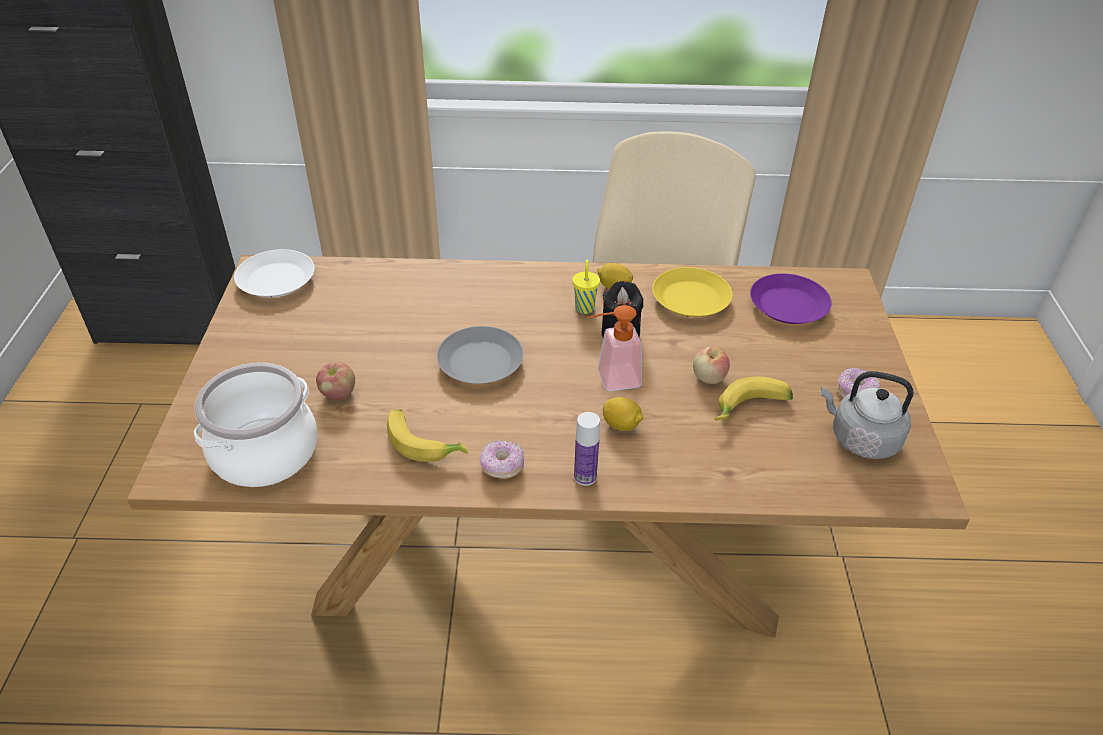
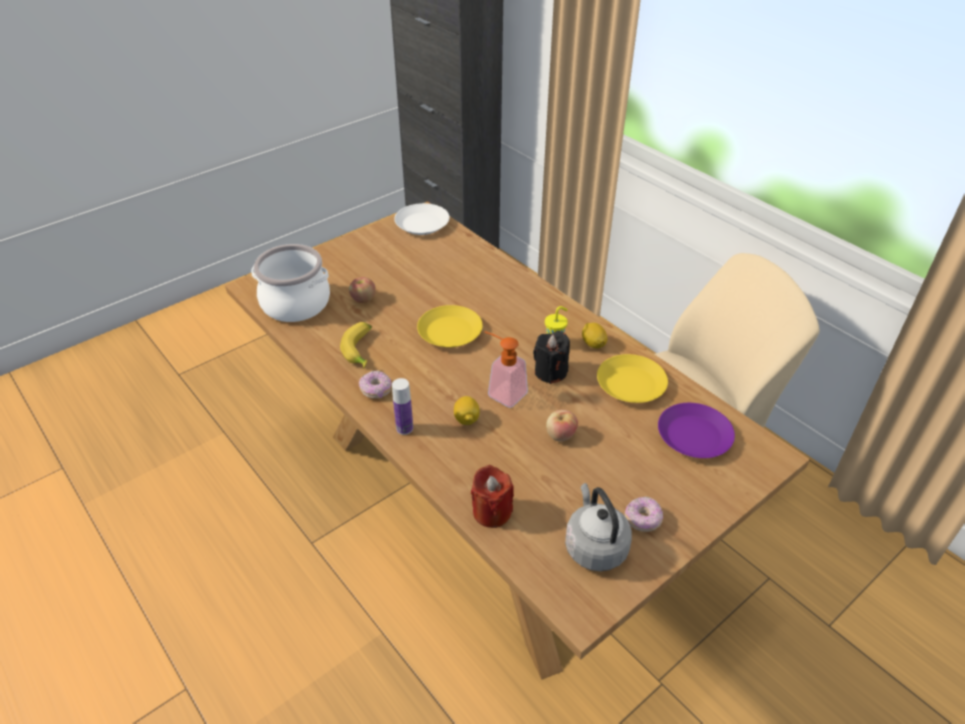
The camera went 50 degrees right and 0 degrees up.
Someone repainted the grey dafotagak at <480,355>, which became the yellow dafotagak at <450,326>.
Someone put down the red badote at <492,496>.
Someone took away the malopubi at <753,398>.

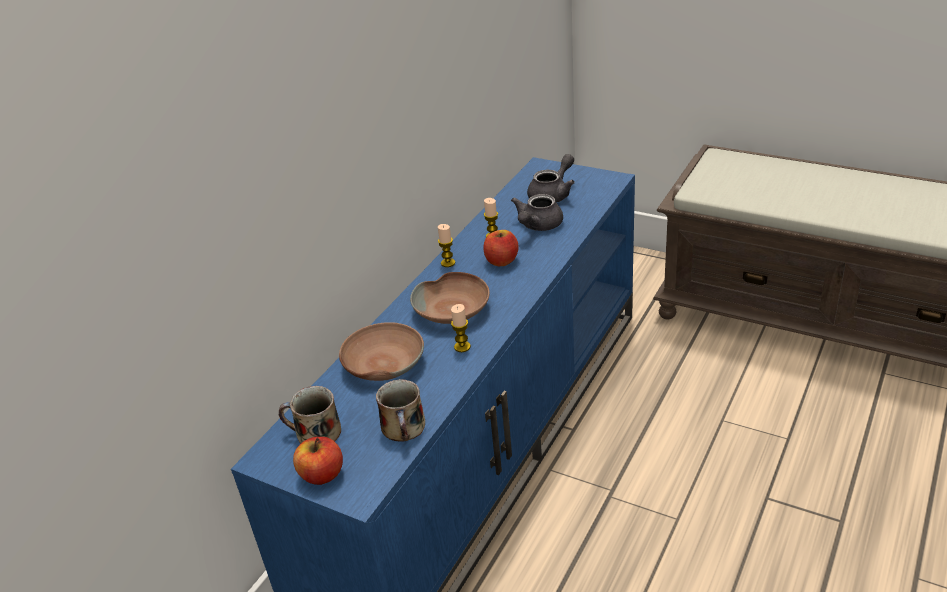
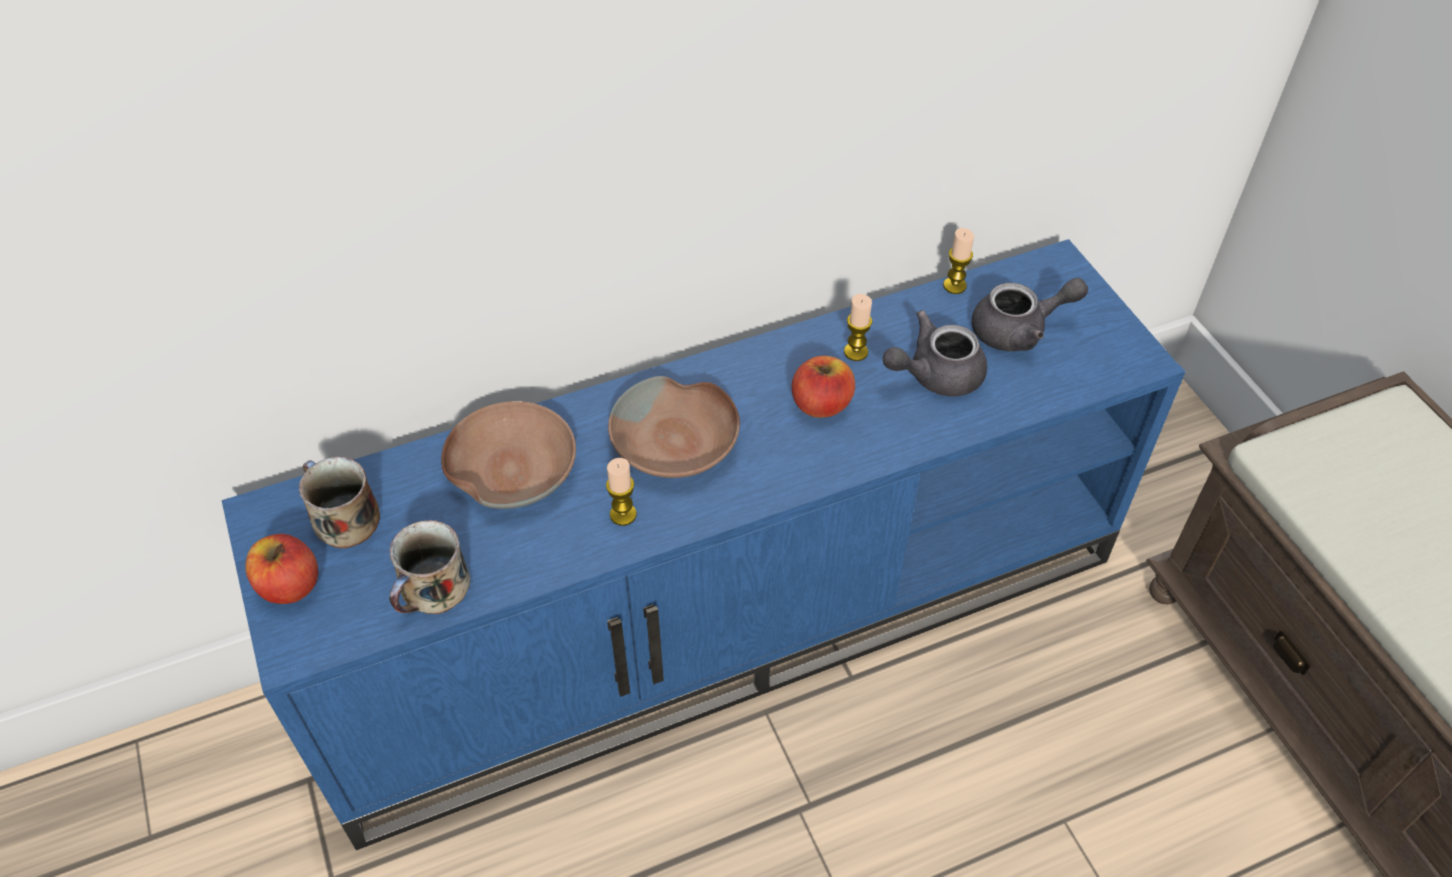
The camera went 35 degrees right and 15 degrees up.
Someone carried the badote from <446,245> to <958,261>.

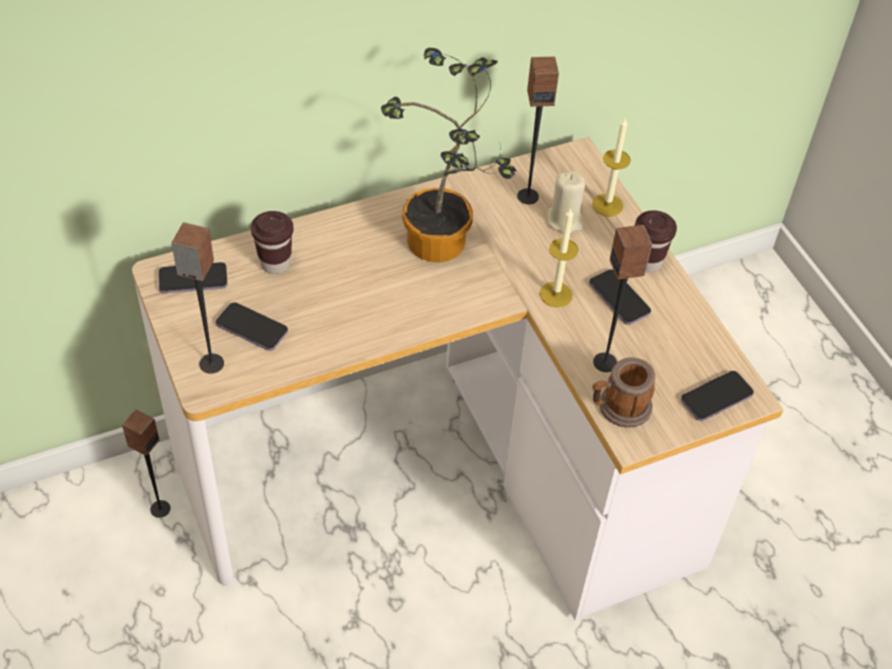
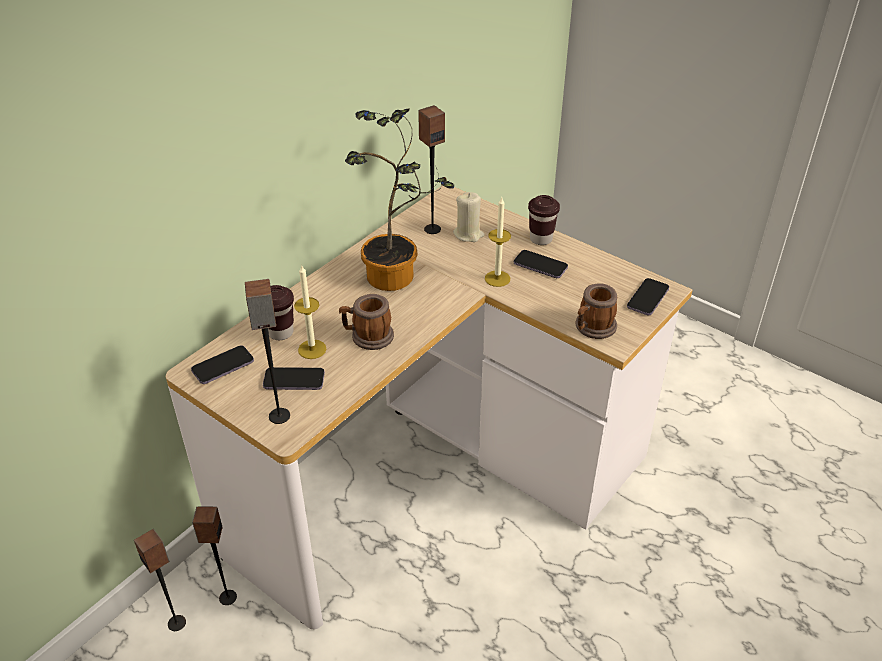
The camera went 25 degrees left and 10 degrees down.
Someone carried the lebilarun from <622,298> to <160,580>.
Someone carried the badote from <611,167> to <310,312>.
Someone put down the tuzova at <366,322>.

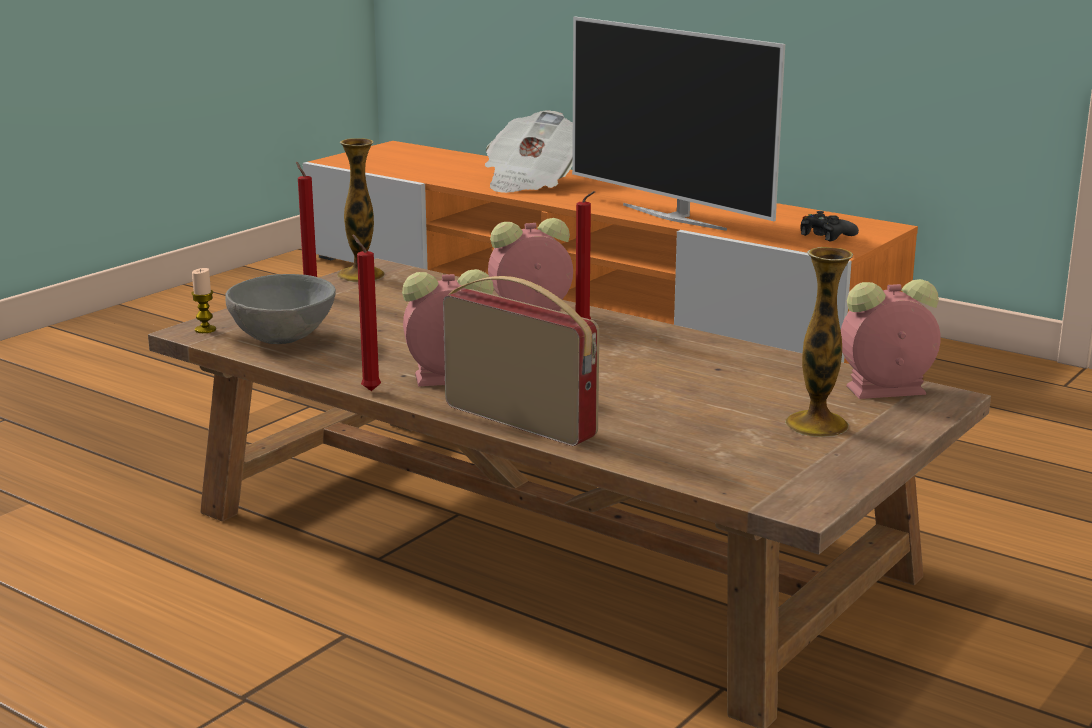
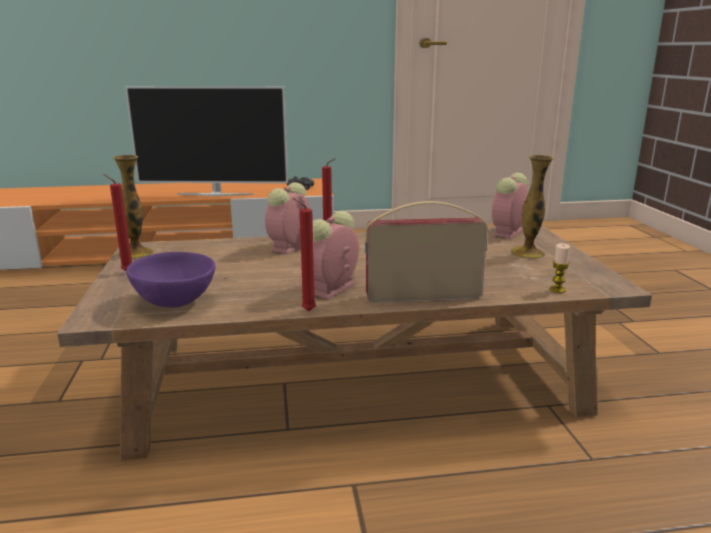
The camera went 45 degrees left and 0 degrees up.
Someone repainted the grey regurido at <280,309>, which became the purple regurido at <170,279>.
Someone carried the badote from <203,300> to <559,268>.
Someone took away the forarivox at <529,151>.

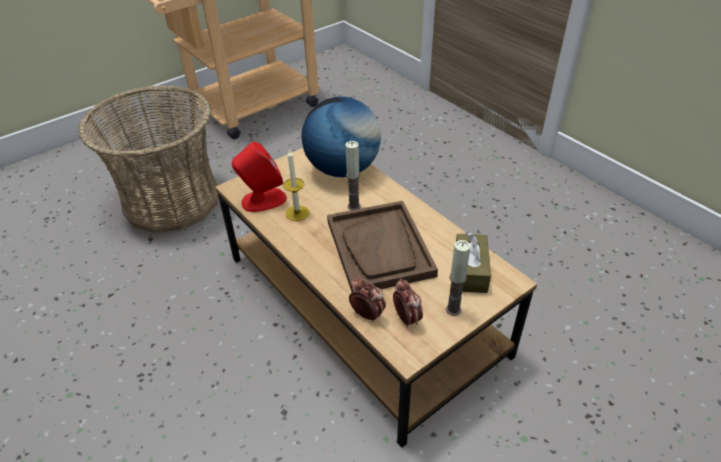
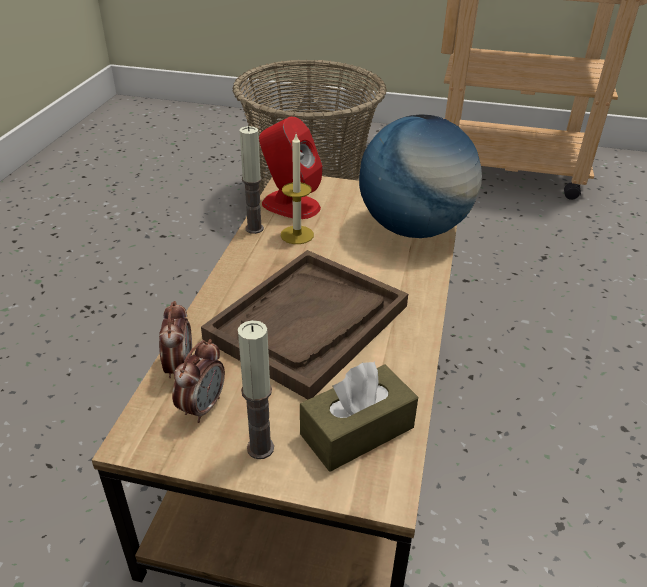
The camera went 50 degrees right and 5 degrees down.
Someone carried the badote from <353,175> to <252,180>.

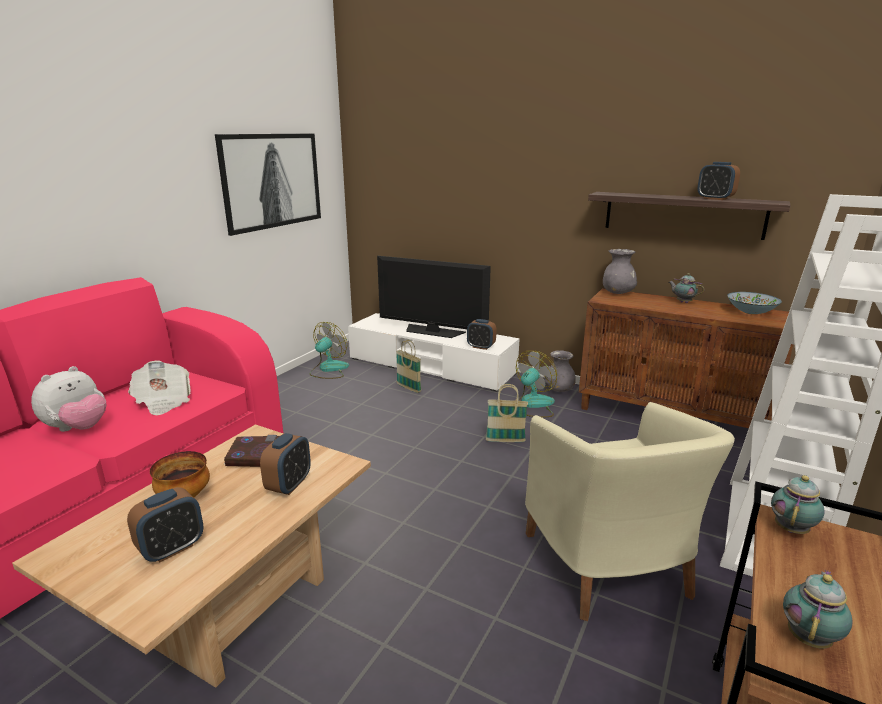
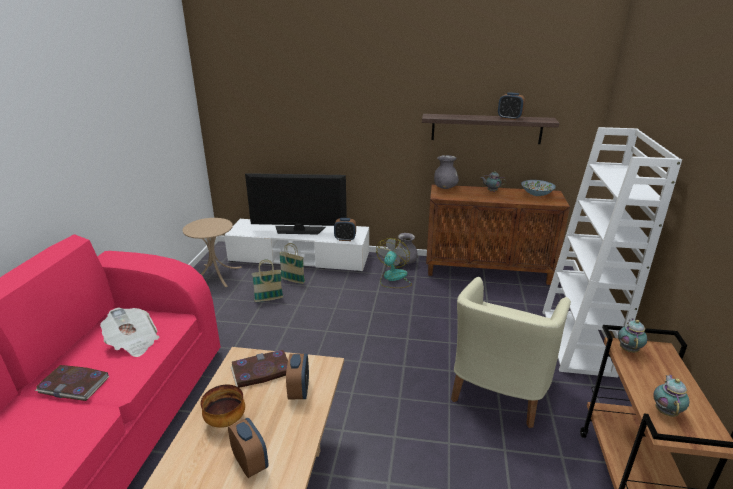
The camera went 20 degrees left and 5 degrees up.
Someone swapped the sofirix at <68,399> for the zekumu at <72,383>.
Someone swapped the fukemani at <329,350> for the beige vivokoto at <212,252>.
Someone rotated the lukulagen at <165,524> by 60 degrees counterclockwise.
Someone carried the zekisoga from <507,413> to <267,281>.
Someone rotated the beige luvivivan at <630,511> by 60 degrees clockwise.
Someone took away the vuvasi at <268,184>.

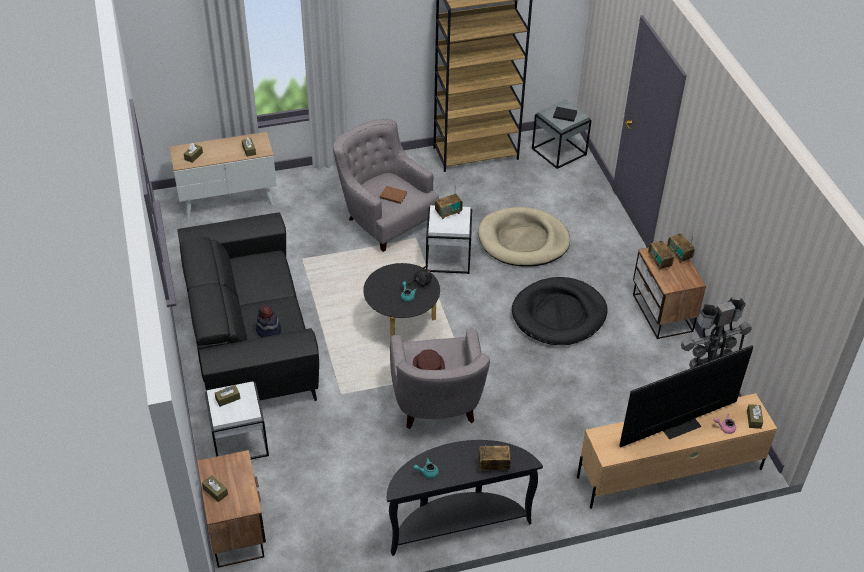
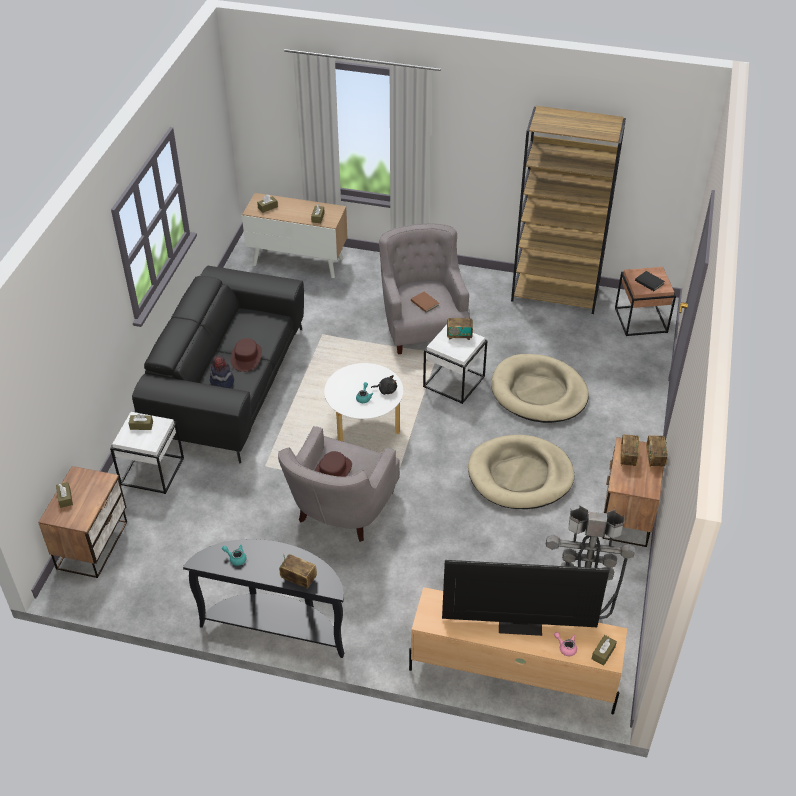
The camera went 30 degrees right and 0 degrees up.
Someone put down the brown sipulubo at <246,355>.
Someone repainted the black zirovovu at <401,301>, which became the white zirovovu at <363,402>.
Someone repainted the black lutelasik at <560,311>, which became the beige lutelasik at <521,472>.
Someone repainted the grey vivokoto at <562,134>, which became the brown vivokoto at <645,301>.

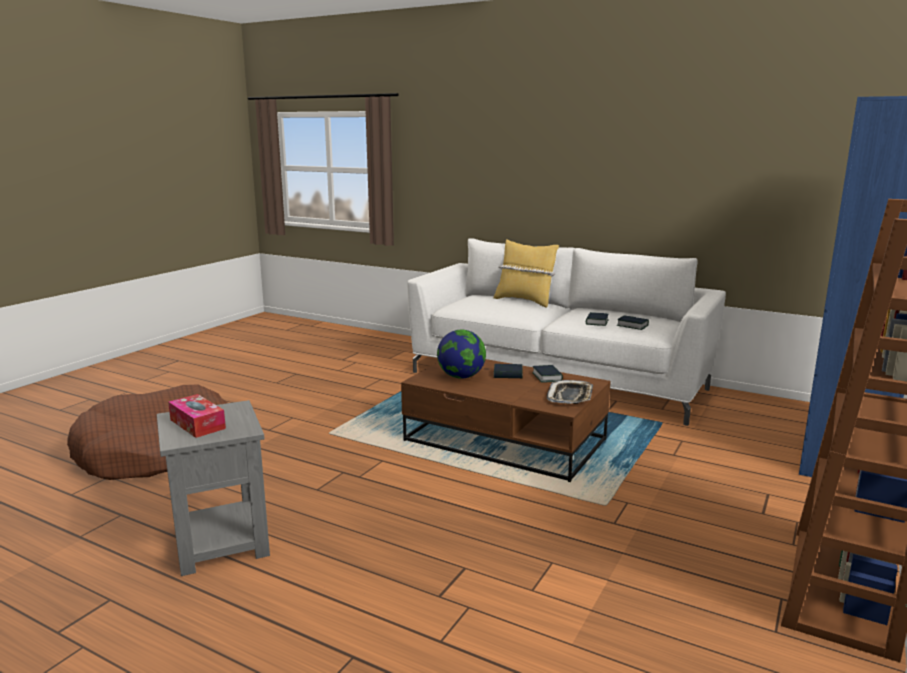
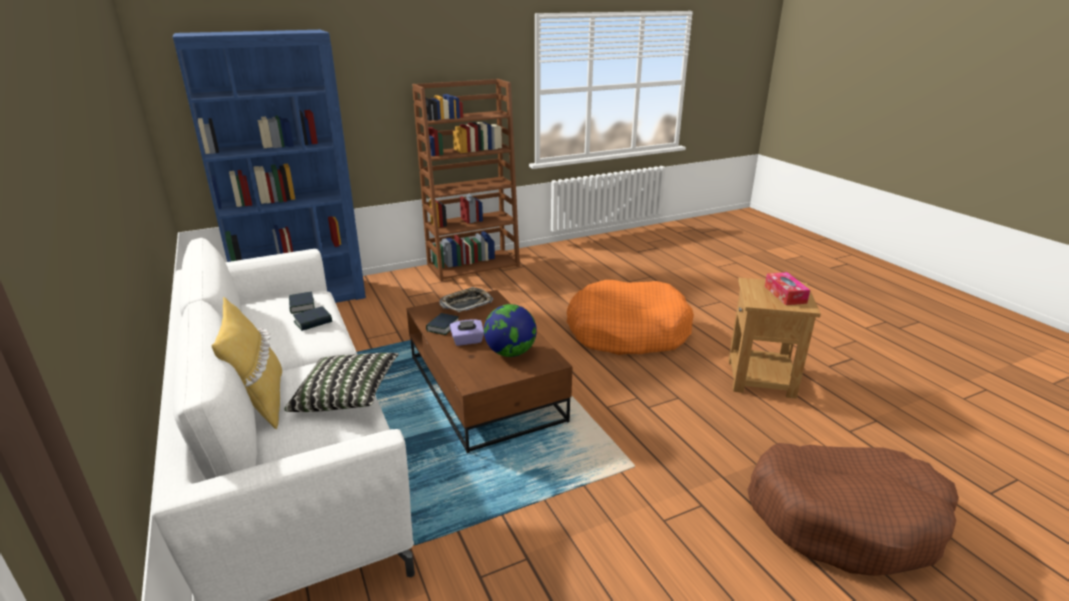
The camera went 145 degrees left and 10 degrees up.
Someone put down the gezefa at <342,382>.
Someone swapped the zekumu at <508,371> for the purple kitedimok at <467,332>.
Someone put down the orange lutelasik at <630,317>.
Someone repainted the grey vivokoto at <213,488>, which became the brown vivokoto at <774,338>.

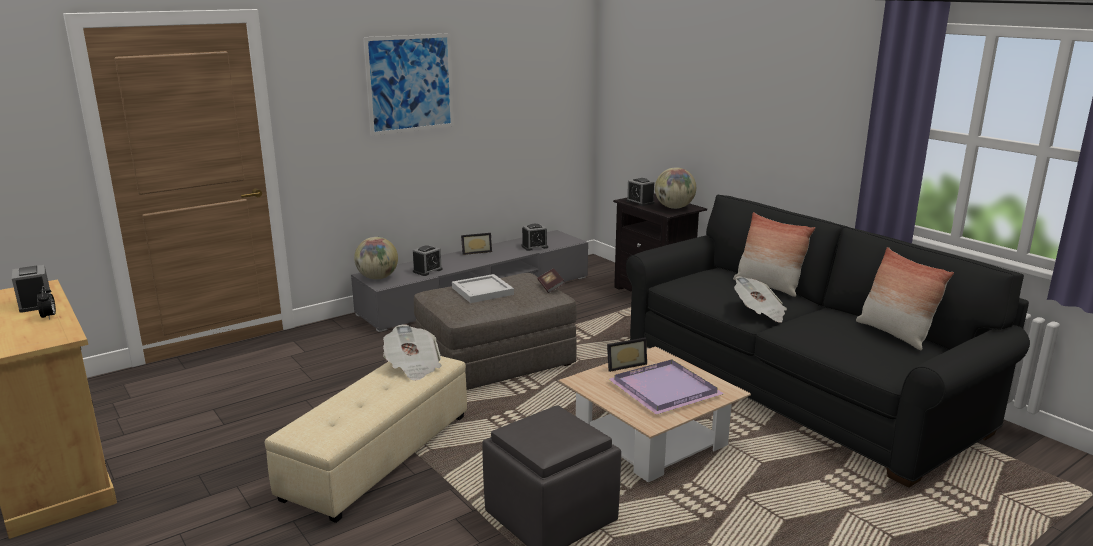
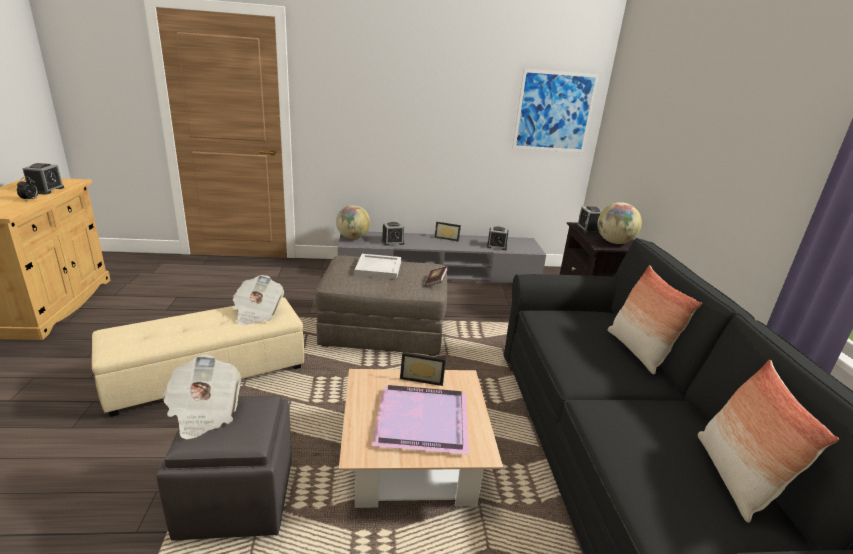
The camera went 30 degrees right and 5 degrees up.
Someone carried the forarivox from <760,299> to <202,397>.
Someone carried the vuvasi from <408,84> to <555,110>.

